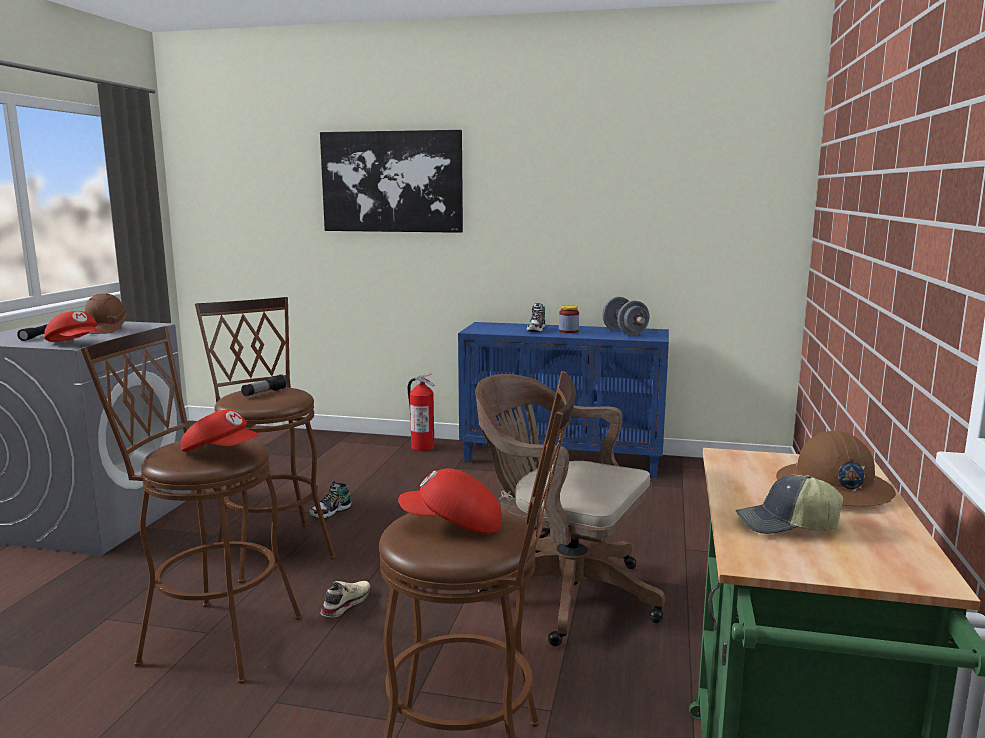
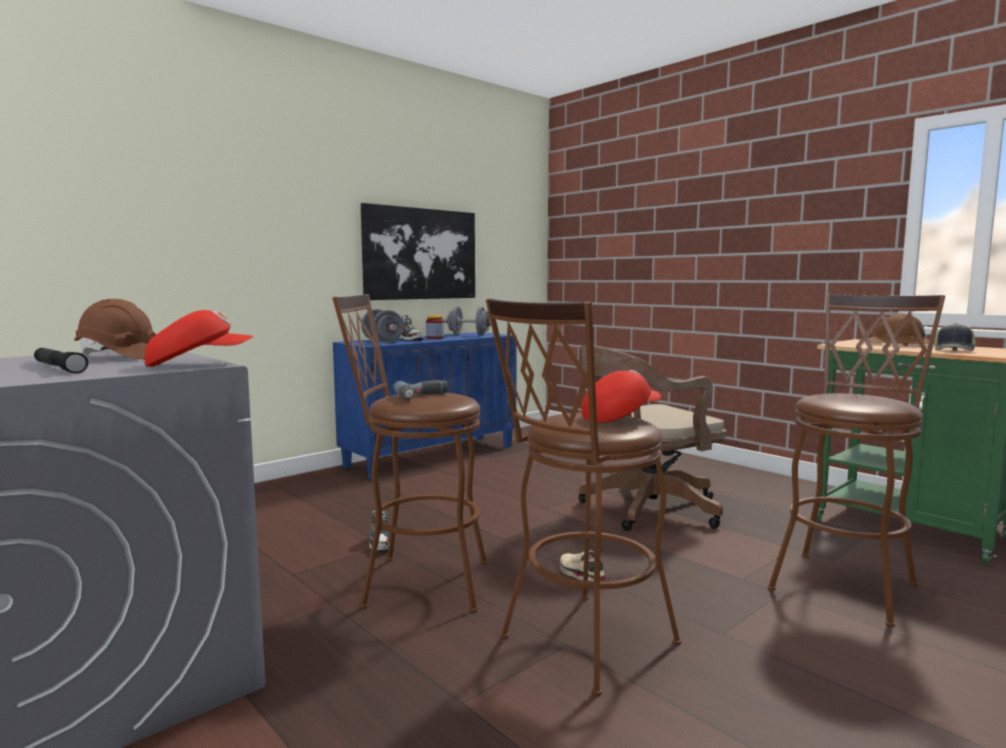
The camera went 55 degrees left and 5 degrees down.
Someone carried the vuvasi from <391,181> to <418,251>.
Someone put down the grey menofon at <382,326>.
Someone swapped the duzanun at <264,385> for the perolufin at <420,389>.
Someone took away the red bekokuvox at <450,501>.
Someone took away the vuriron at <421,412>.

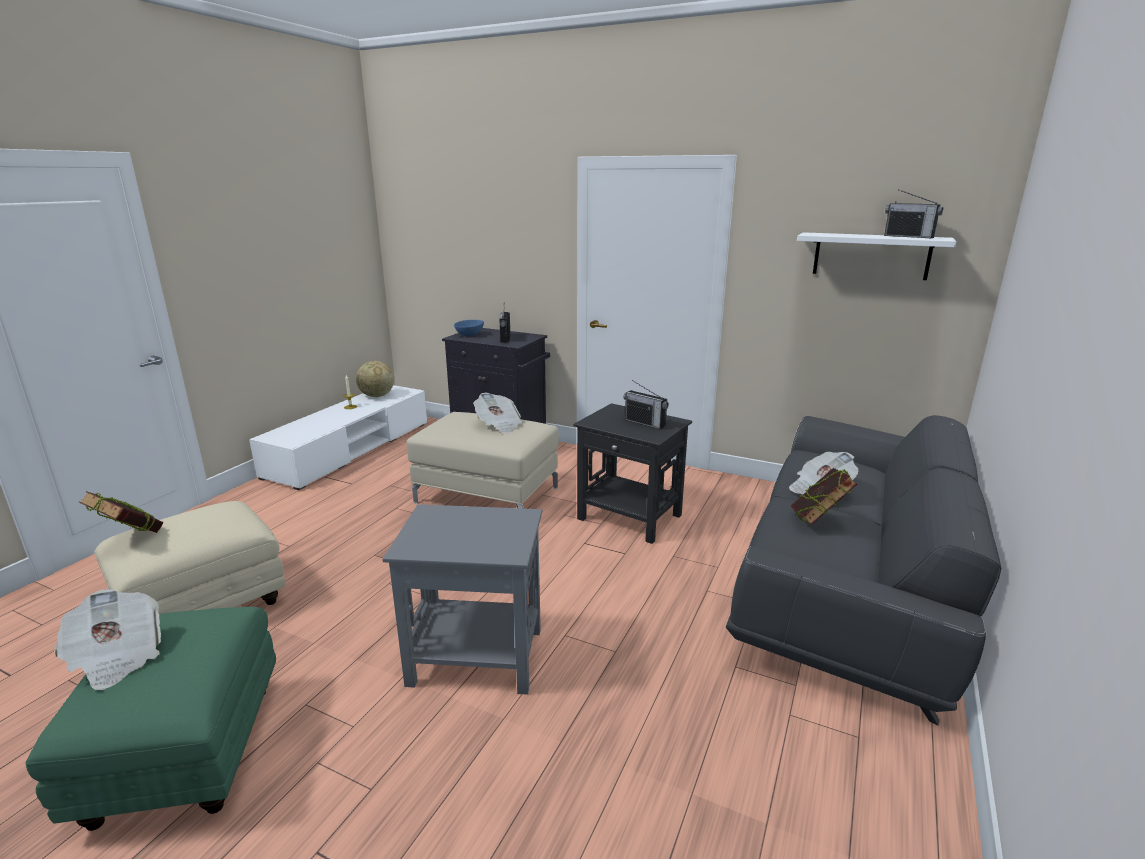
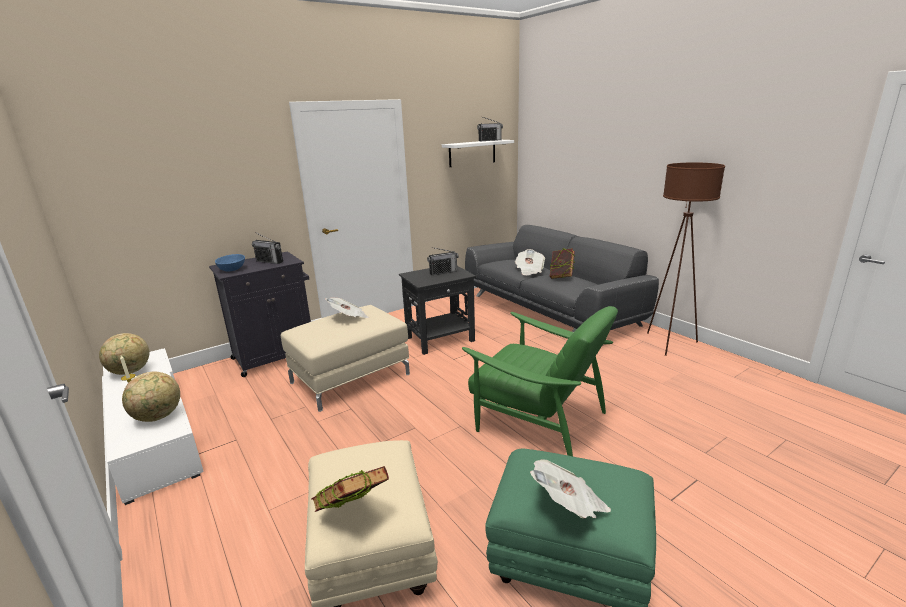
The camera went 60 degrees left and 0 degrees up.
Someone put down the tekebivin at <151,397>.
Someone swapped the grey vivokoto at <462,599> for the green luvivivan at <540,381>.
Someone put down the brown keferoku at <686,259>.

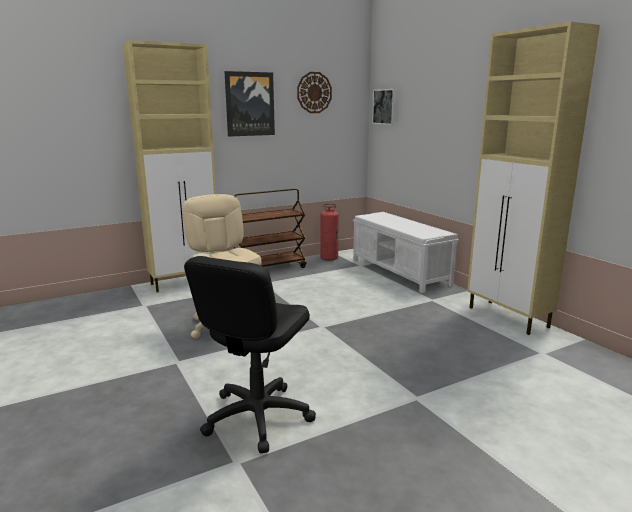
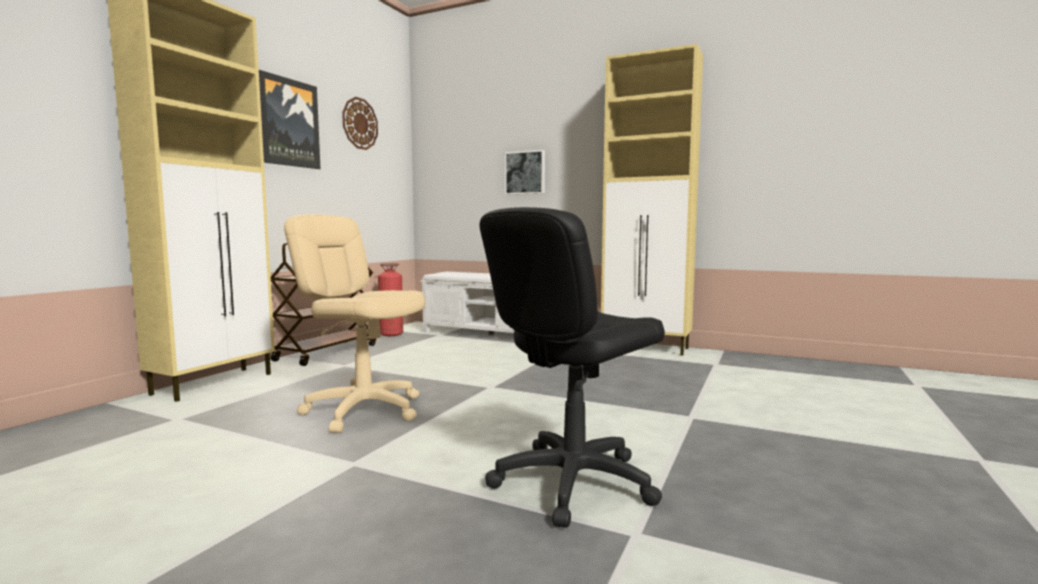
The camera went 35 degrees left and 10 degrees down.
Someone rotated the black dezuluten at <250,355> by 60 degrees clockwise.
Someone carried the vuvasi from <384,107> to <525,172>.

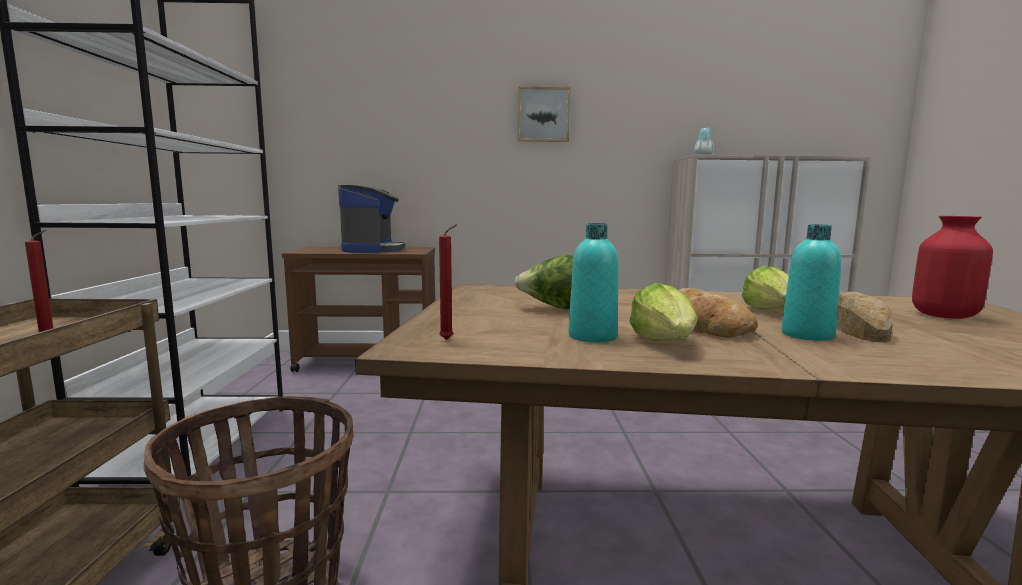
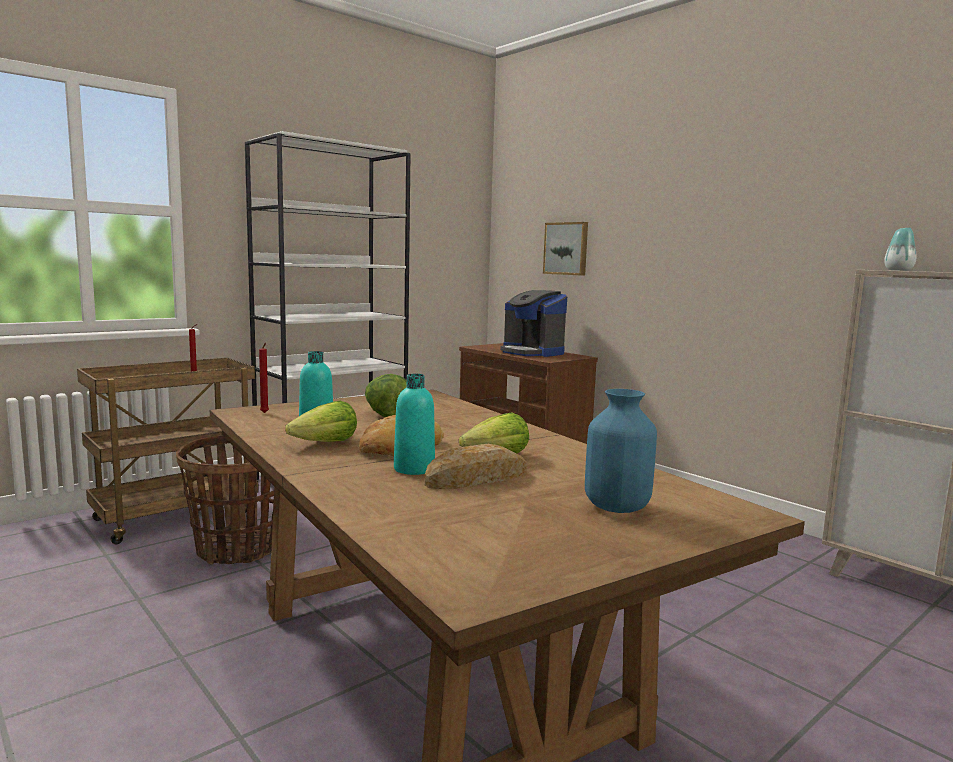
The camera went 50 degrees right and 0 degrees up.
Someone rotated the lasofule at <371,219> by 90 degrees clockwise.
Someone carried the vuvasi from <544,114> to <565,249>.
Someone repainted the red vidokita at <952,267>, which became the blue vidokita at <621,451>.

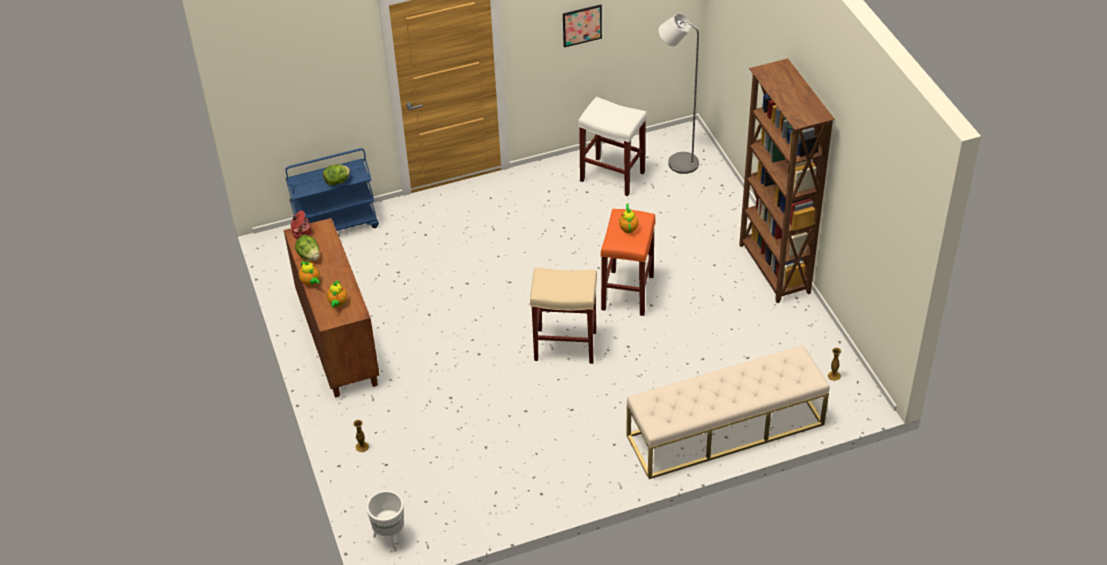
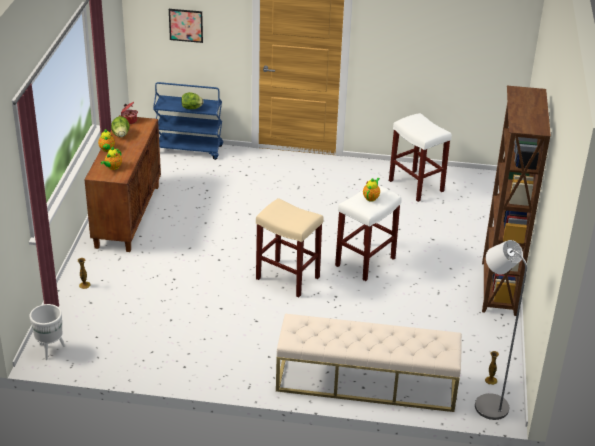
The camera went 25 degrees right and 10 degrees down.
Someone carried the vuvasi from <582,26> to <186,26>.
Someone repainted the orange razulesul at <628,262>, which became the white razulesul at <368,233>.
Someone carried the grey keferoku from <679,93> to <501,330>.

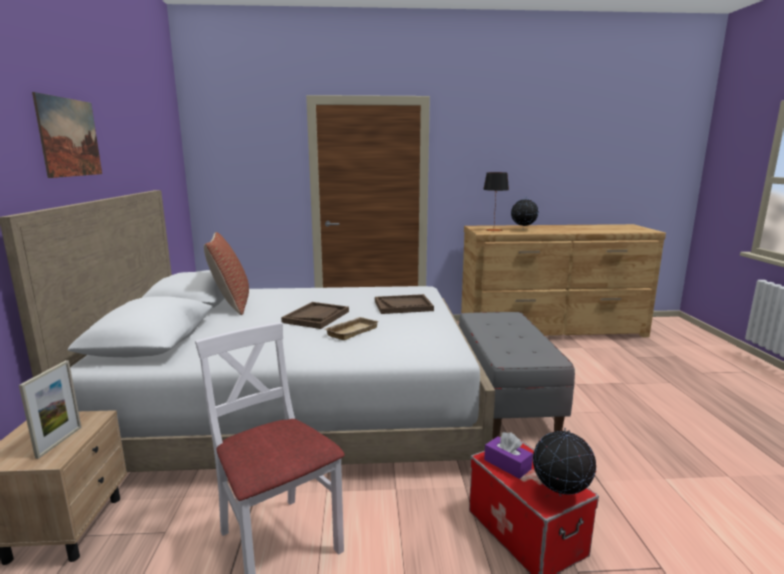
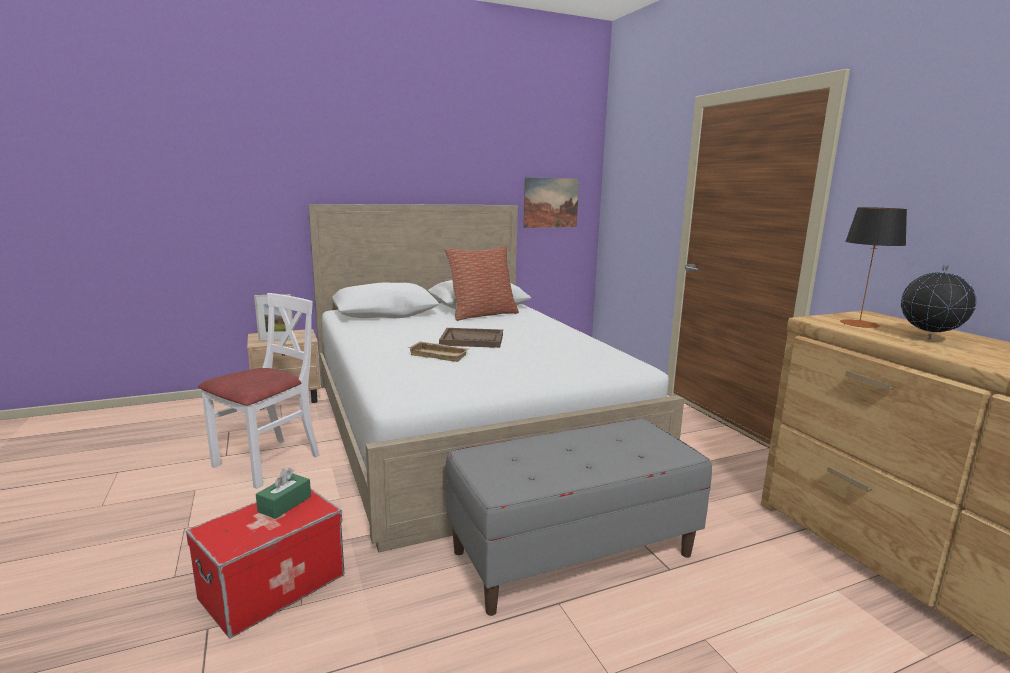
The camera went 70 degrees right and 0 degrees up.
Someone repainted the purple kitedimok at <508,455>, which became the green kitedimok at <283,493>.
Someone carried the vuvasi from <67,135> to <551,202>.
Someone took away the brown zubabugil at <404,304>.
Someone took away the tekebivin at <564,462>.

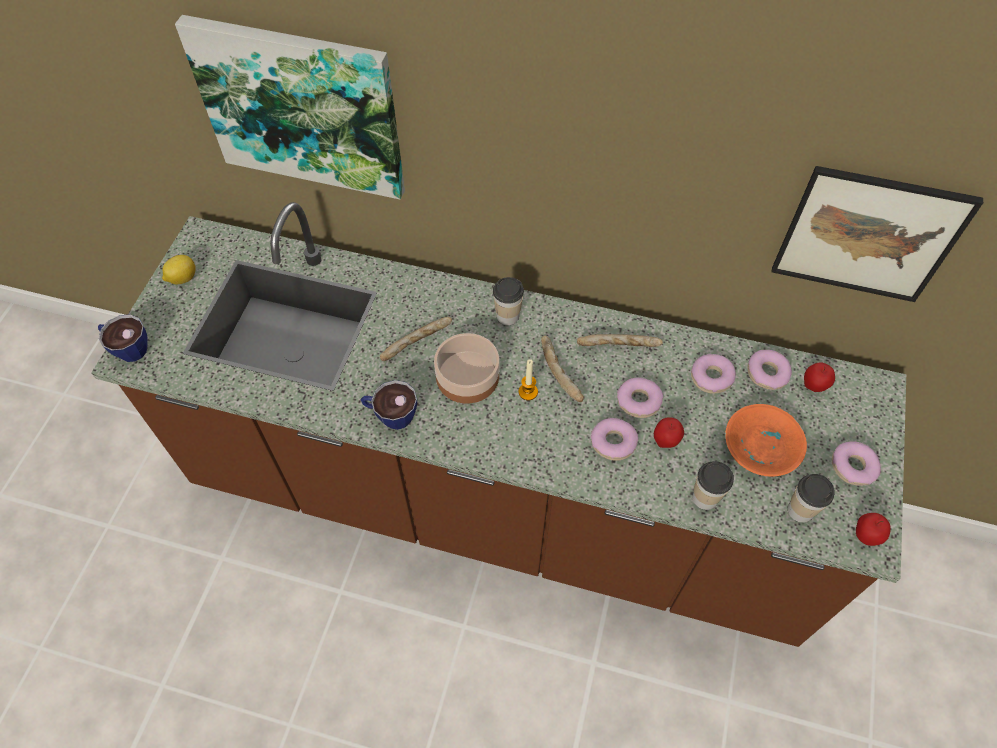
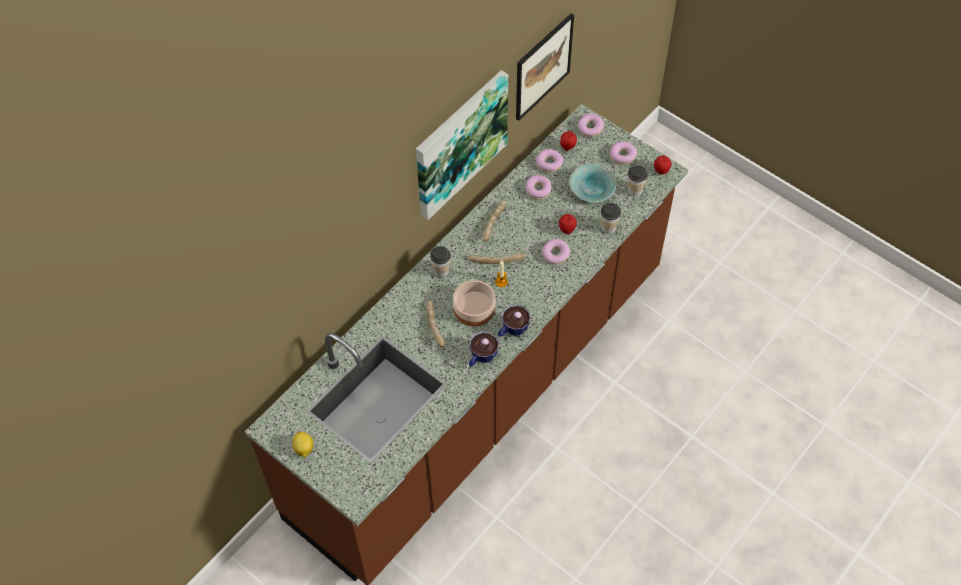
The camera went 65 degrees left and 0 degrees up.
Someone carried the vuvasi from <290,107> to <462,145>.
Someone carried the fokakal from <123,338> to <514,320>.
Someone repainted the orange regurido at <766,440>, which became the turquoise regurido at <592,183>.
Someone carried the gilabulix from <640,398> to <591,125>.

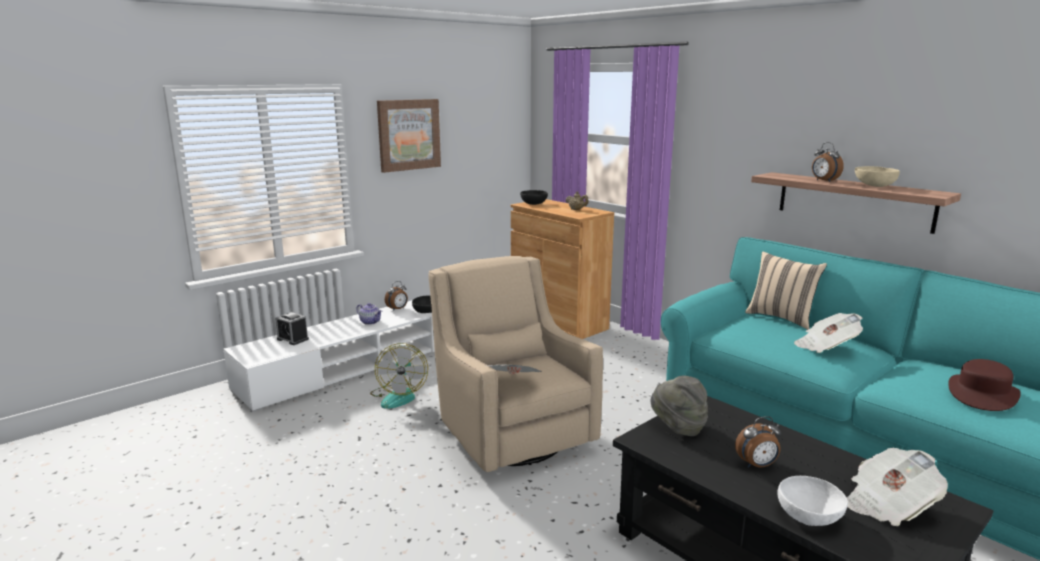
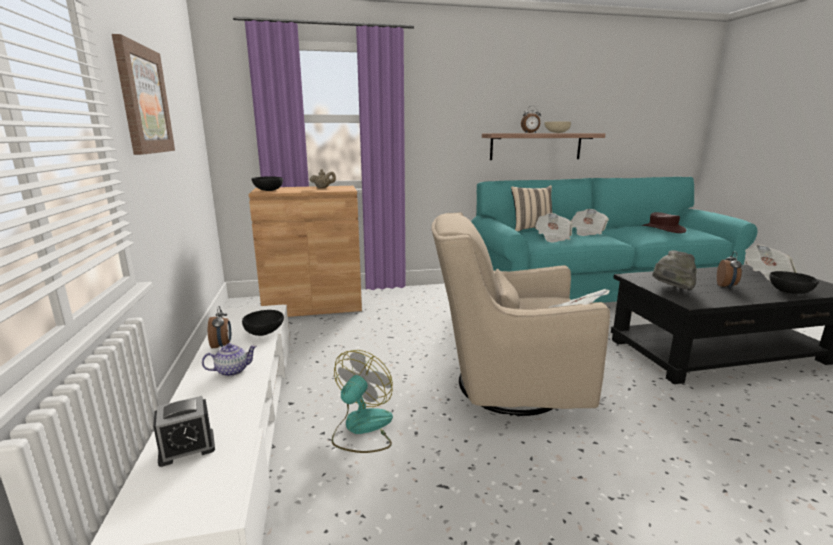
The camera went 60 degrees left and 0 degrees up.
Someone rotated the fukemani at <399,376> by 90 degrees counterclockwise.
Someone put down the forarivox at <554,227>.
Someone repainted the white regurido at <812,501>, which became the black regurido at <794,282>.

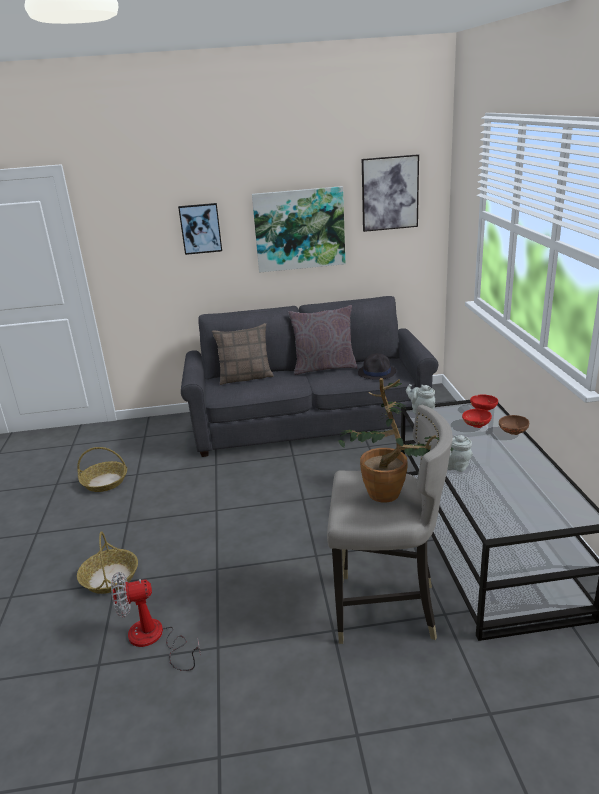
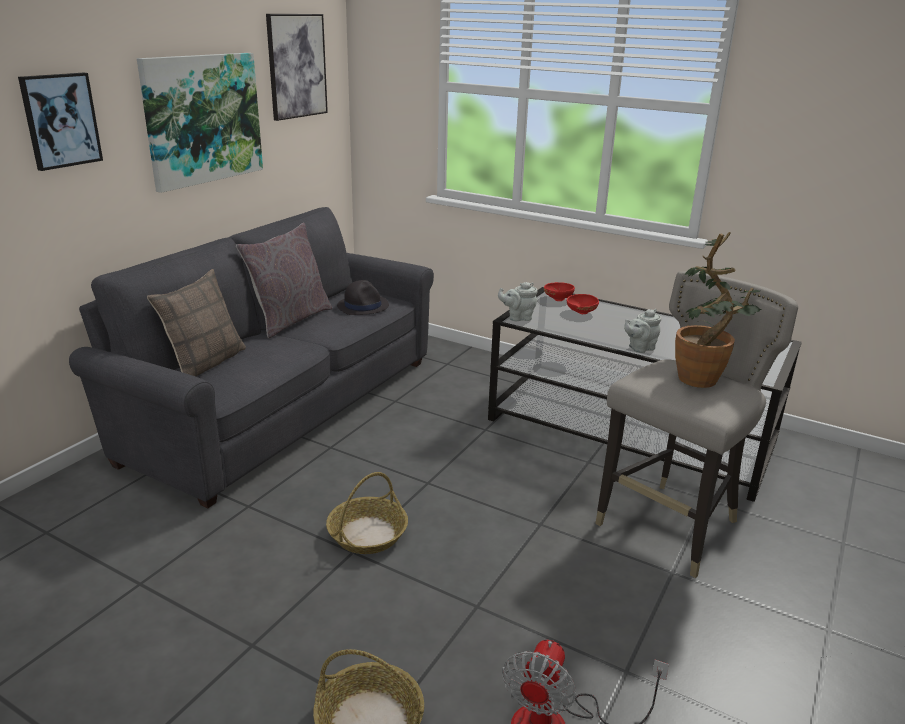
The camera went 55 degrees left and 0 degrees up.
Someone carried the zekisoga from <102,469> to <367,513>.
Someone took away the brown regurido at <514,425>.

